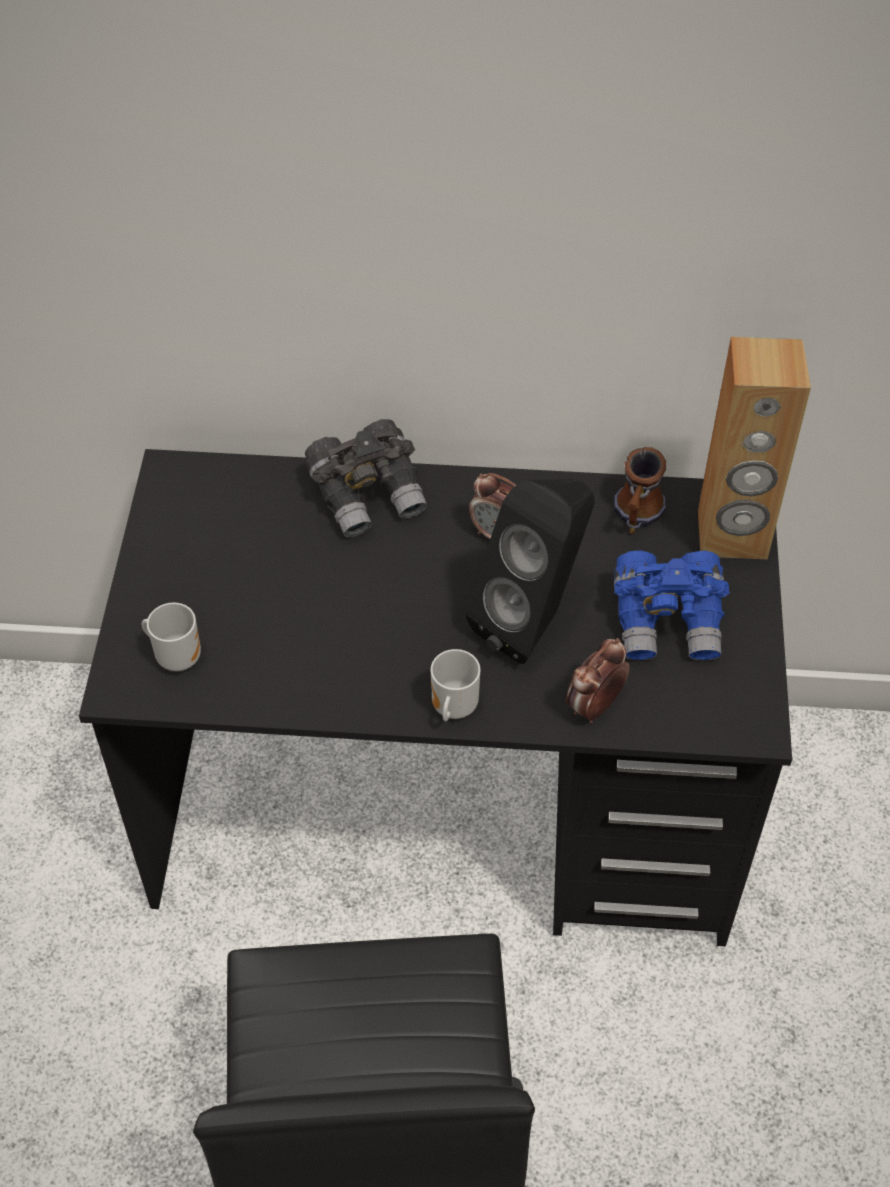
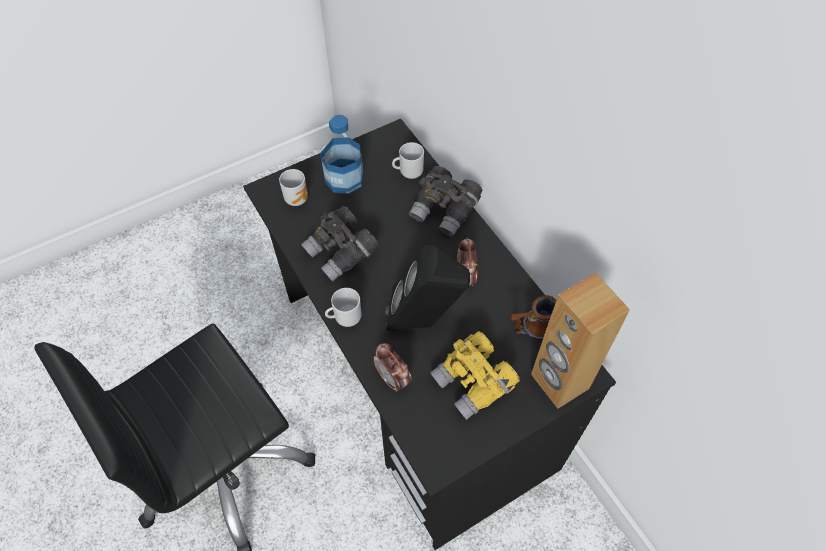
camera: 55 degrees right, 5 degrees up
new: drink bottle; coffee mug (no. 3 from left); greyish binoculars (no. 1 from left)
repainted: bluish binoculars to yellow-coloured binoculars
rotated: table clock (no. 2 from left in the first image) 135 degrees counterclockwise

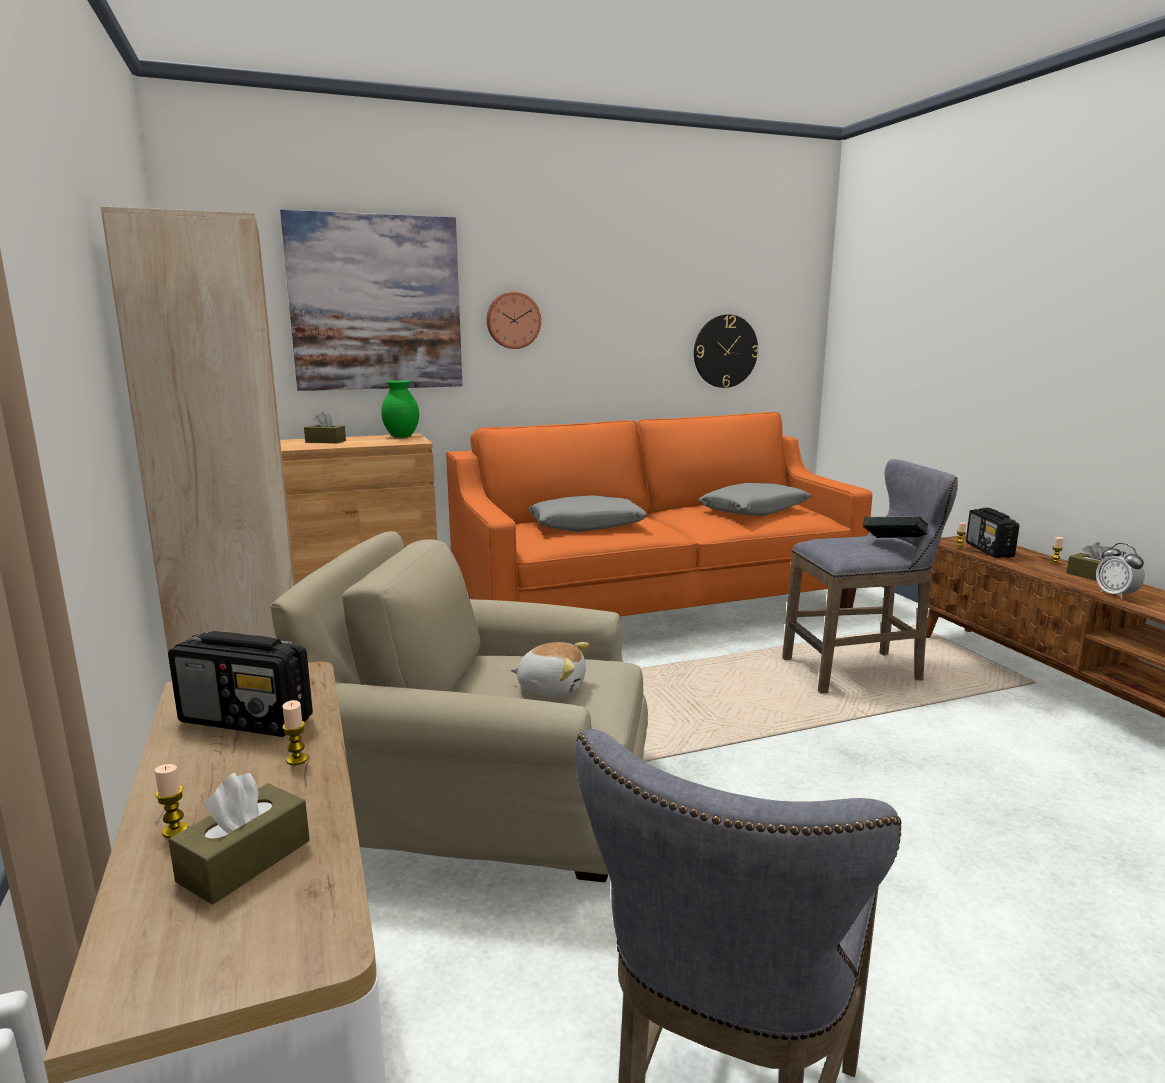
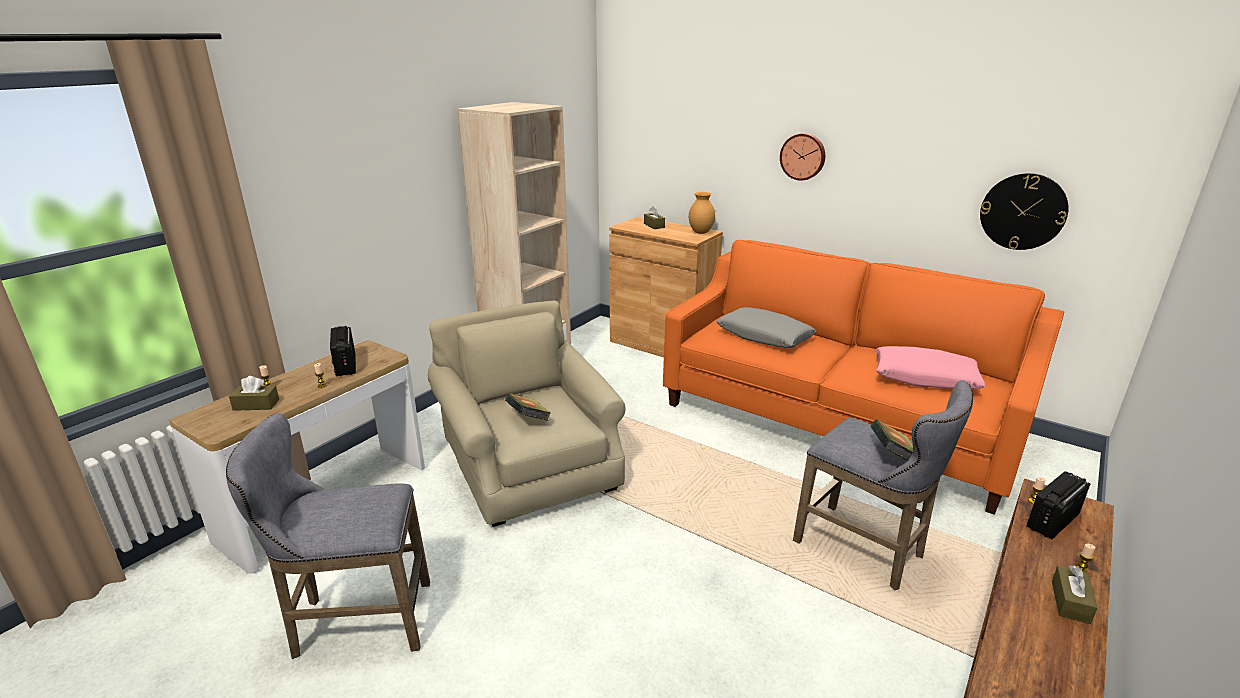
camera: 55 degrees right, 10 degrees up
gone: wall picture; table clock
swapped: cuddly toy to bound book (no. 1 from left)
repainted: green-coloured flower vase to brown-coloured flower vase; greyish throw pillow (no. 2 from left) to pink throw pillow

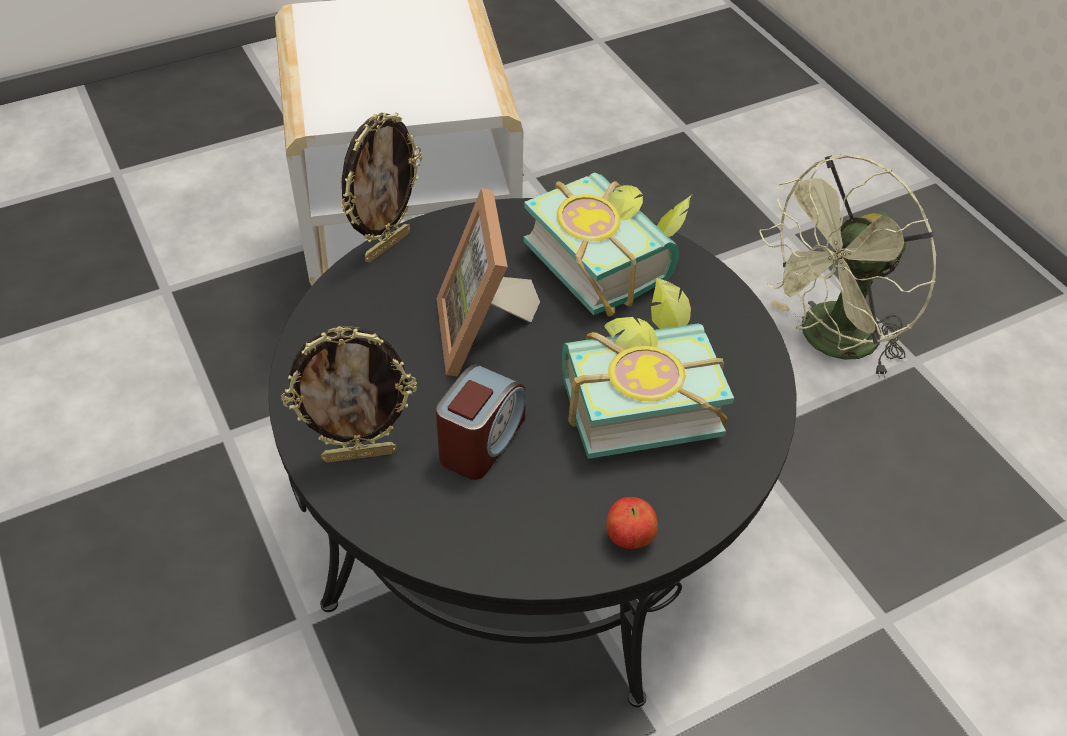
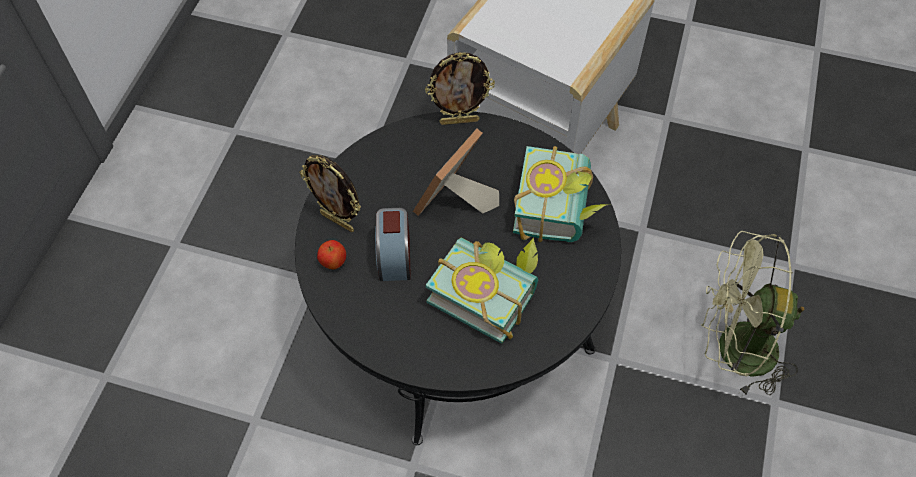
camera: 45 degrees right, 10 degrees up
shifted: apple
rotated: table clock 105 degrees clockwise

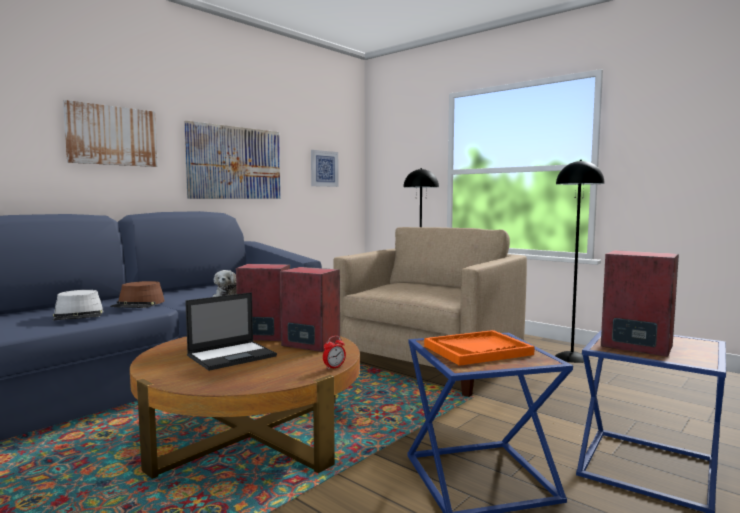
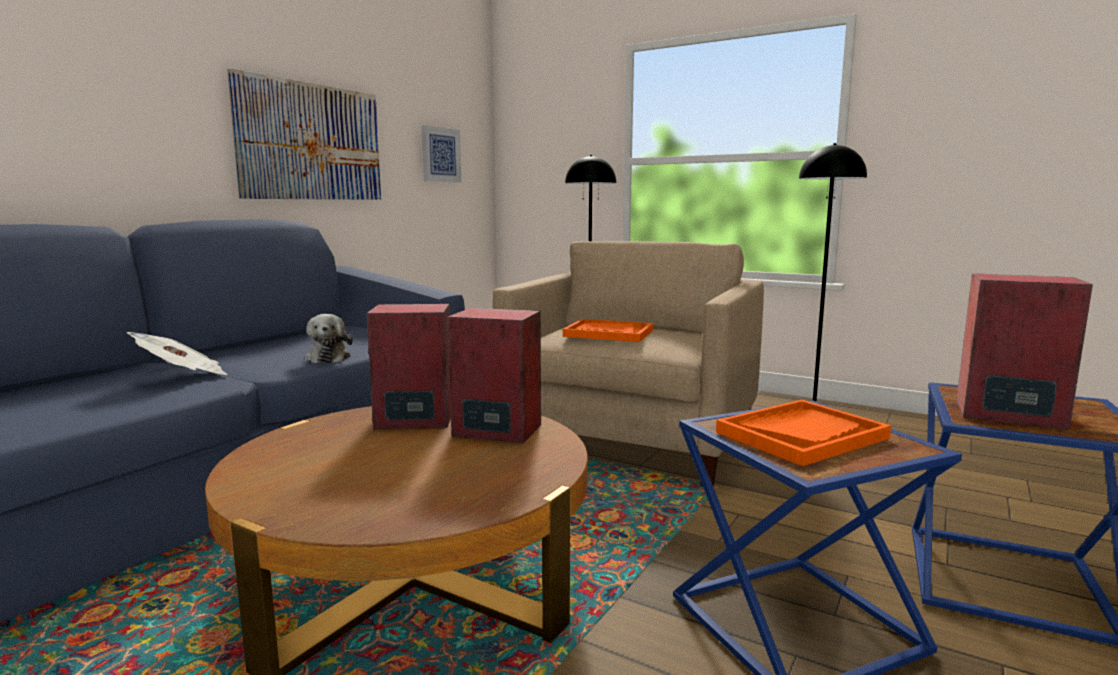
camera: 10 degrees left, 5 degrees up
gone: wall picture (no. 1 from left); greyish clothing hat; laptop; table clock
new: orangey tray (no. 1 from left)
swapped: brown-coloured clothing hat to printed paper

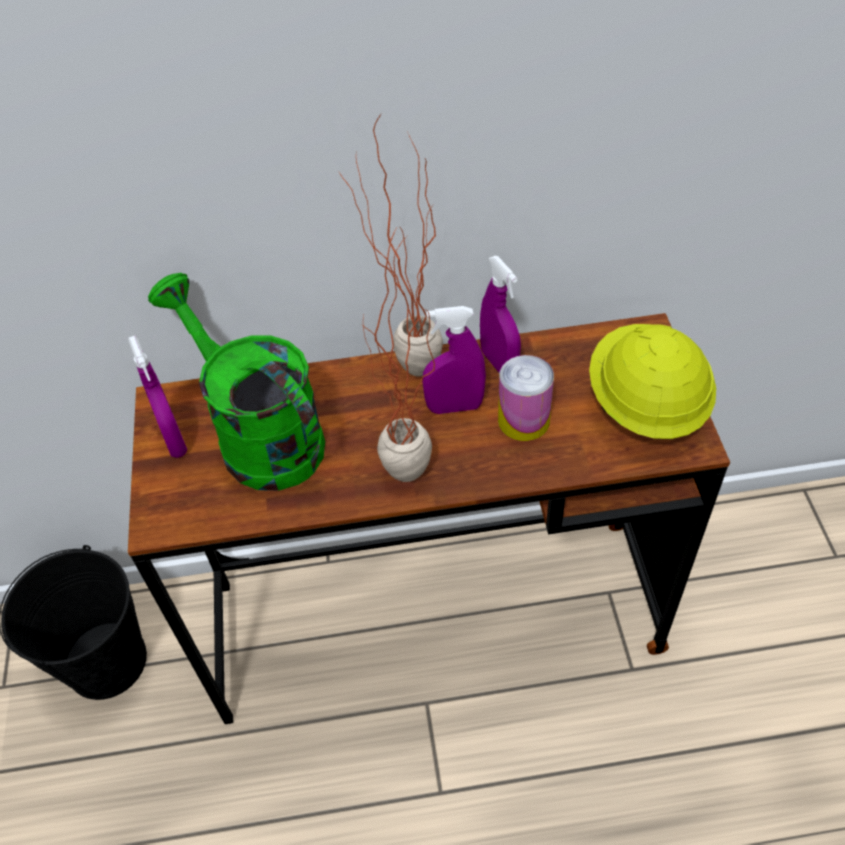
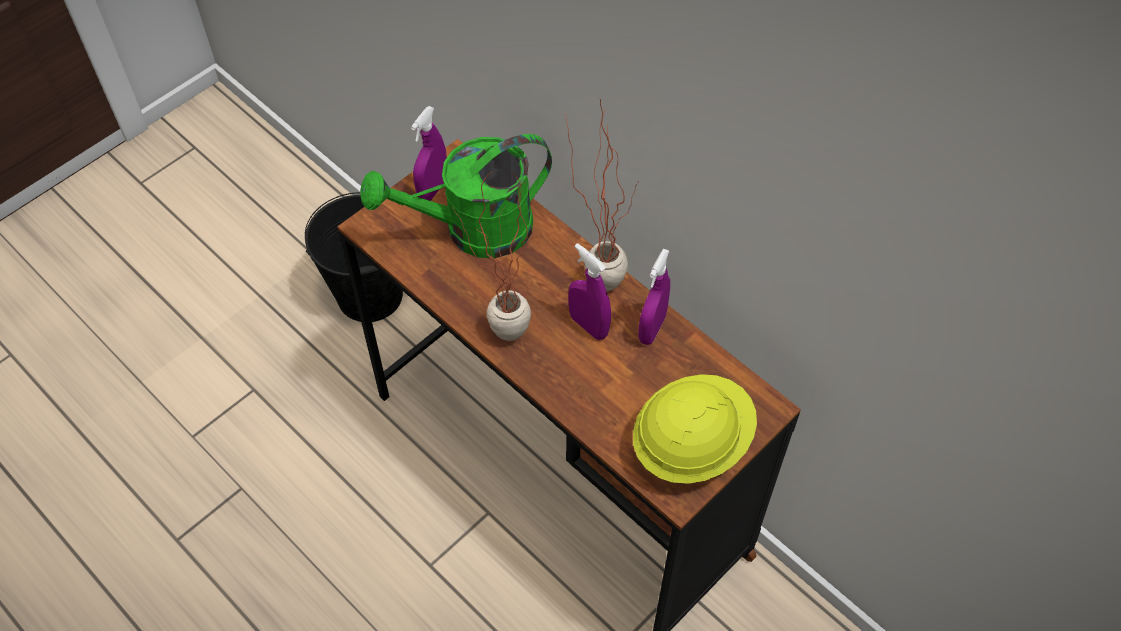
camera: 50 degrees right, 5 degrees up
gone: sealed can
rotated: green-coloured watering pot 120 degrees counterclockwise

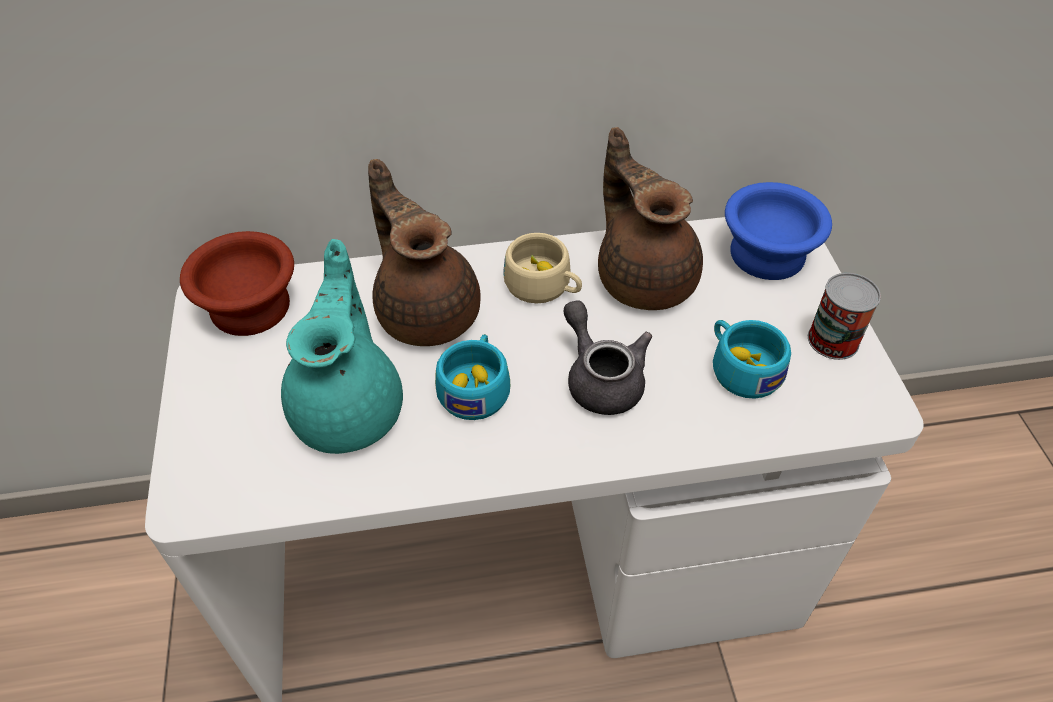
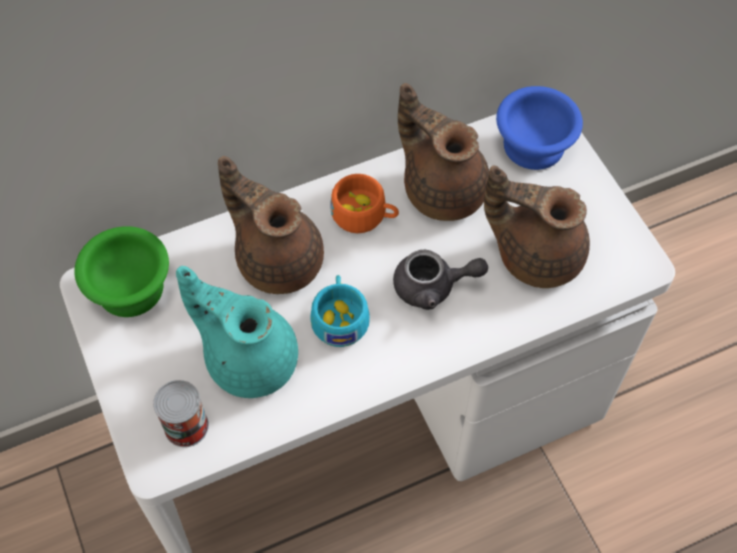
camera: 15 degrees left, 10 degrees up
shifted: sealed can
swapped: turquoise-coloured drinking cup (no. 2 from left) to brown-coloured tea pot (no. 3 from left)
repainted: brown-coloured deep dish to green-coloured deep dish; beige drinking cup to orangey drinking cup
rotated: turquoise-coloured tea pot 45 degrees counterclockwise; greyish tea pot 135 degrees clockwise

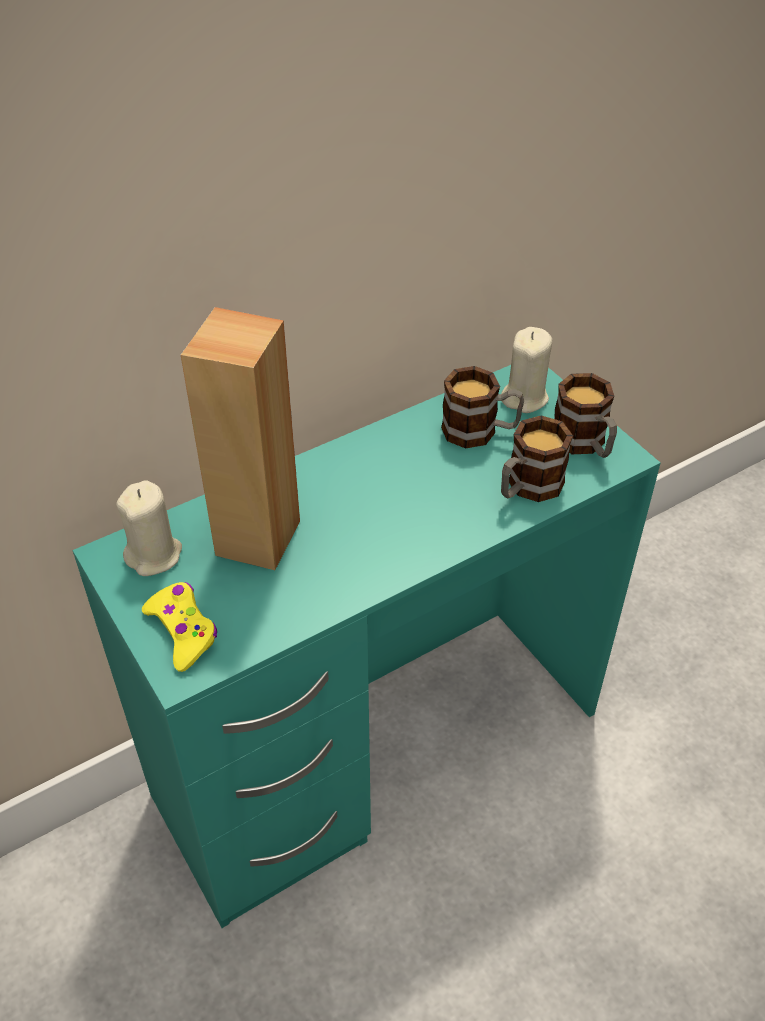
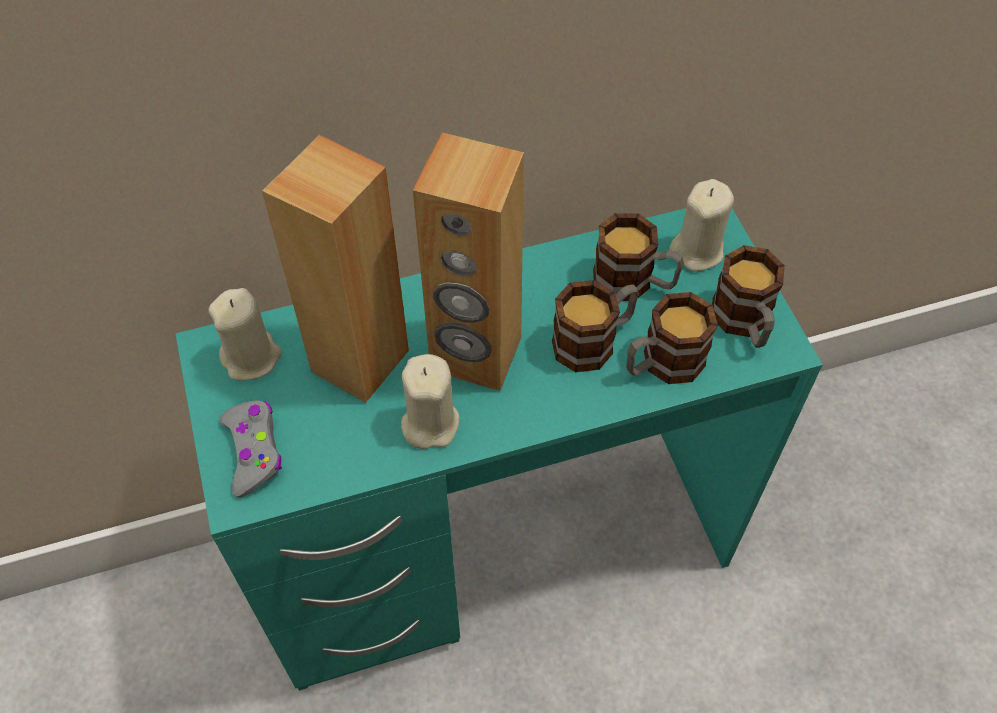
camera: 15 degrees right, 10 degrees up
new: brown-coloured speaker (no. 2 from left); coffee mug (no. 1 from left); beige wax candle (no. 2 from left)
repainted: yellow-coloured game controller to greyish game controller

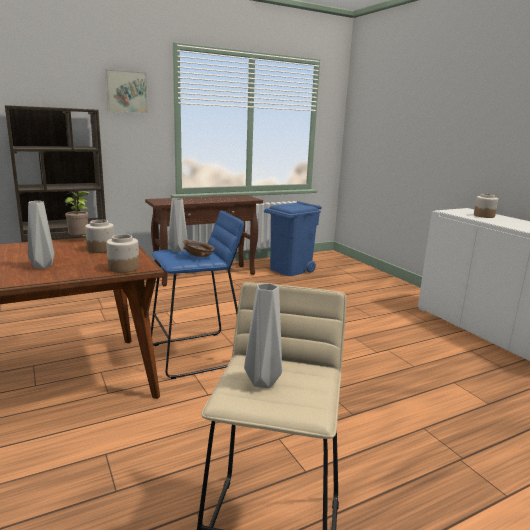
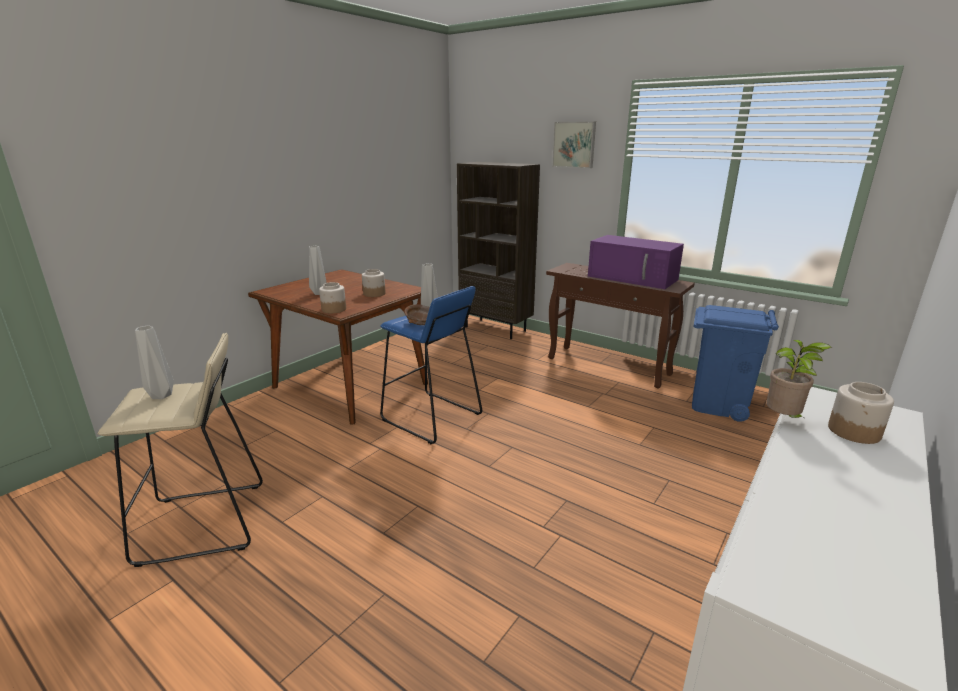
camera: 65 degrees right, 5 degrees up
new: purple kitchen microwave
shifted: plant in a pot

